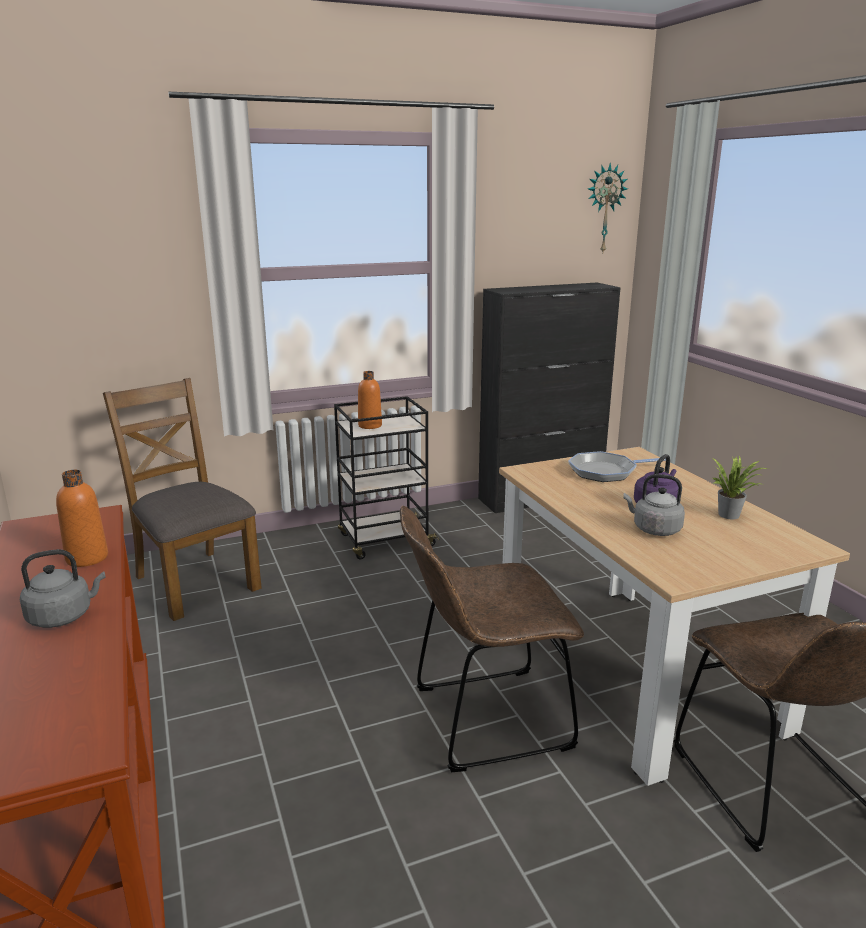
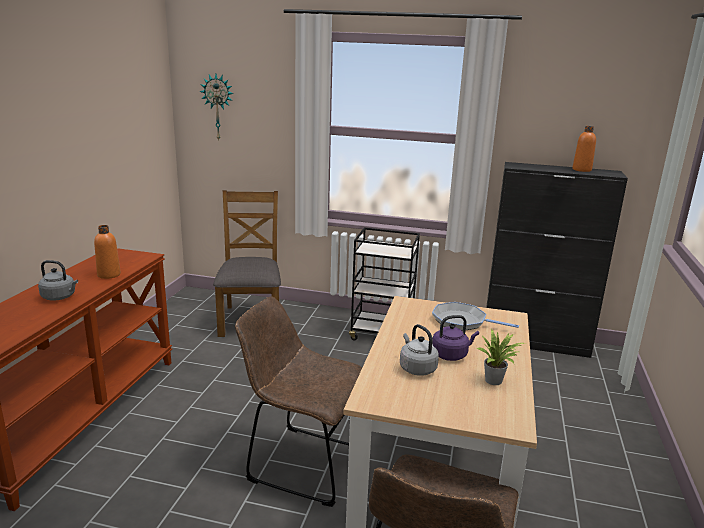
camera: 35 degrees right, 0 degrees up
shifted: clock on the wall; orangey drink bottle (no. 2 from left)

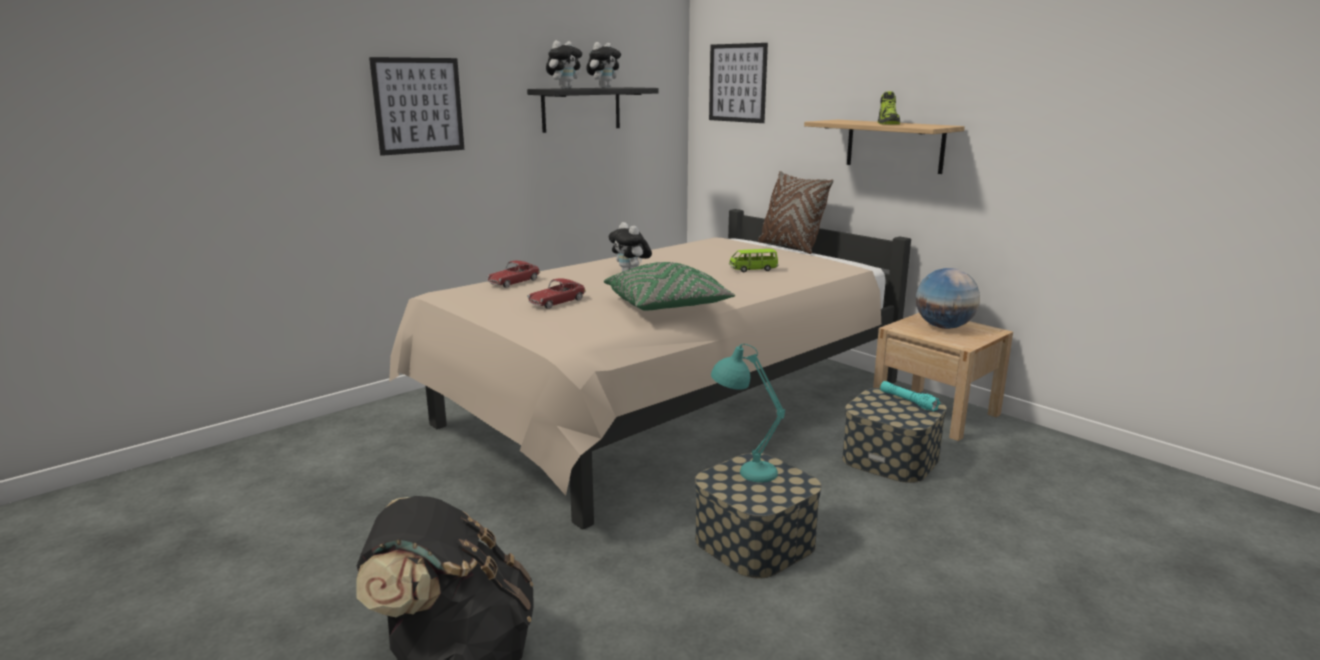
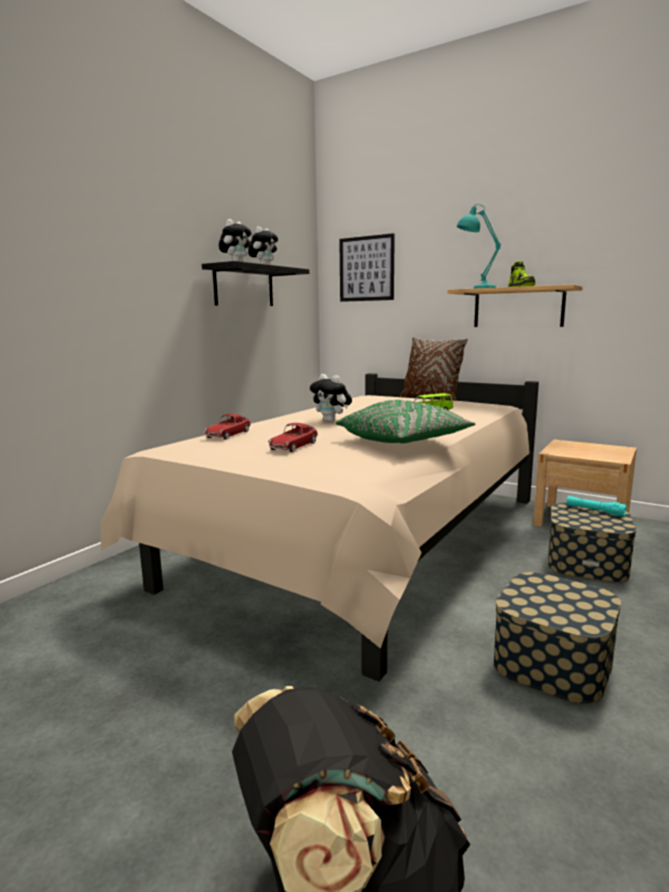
camera: 15 degrees left, 5 degrees down
gone: wall picture (no. 1 from left); globe
shifted: turquoise-coloured tabletop lamp

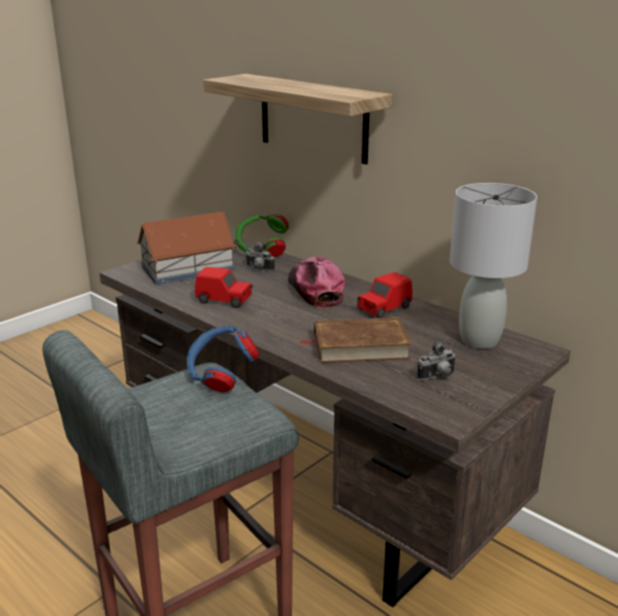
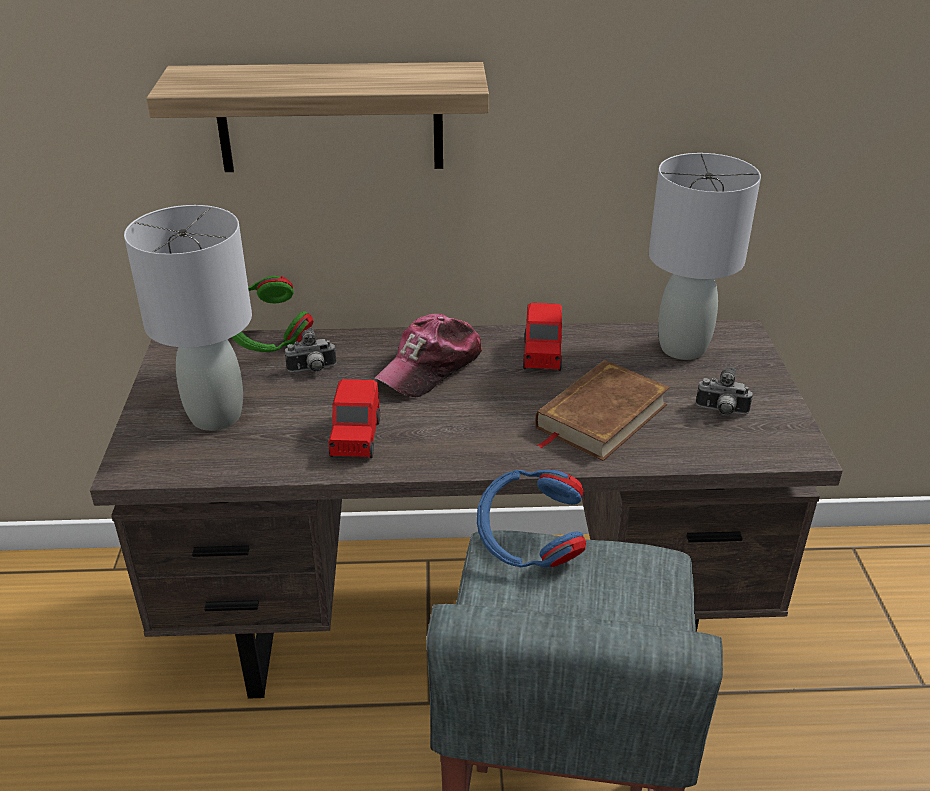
camera: 45 degrees left, 10 degrees up
swapped: model house to greyish tabletop lamp (no. 1 from left)
rotated: baseball cap 75 degrees counterclockwise; reddish miniature car (no. 1 from left) 120 degrees clockwise; photo camera (no. 2 from left) 90 degrees clockwise

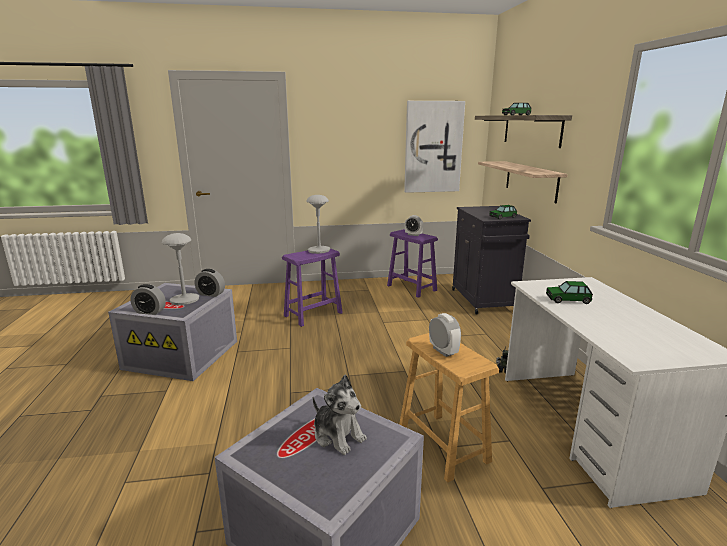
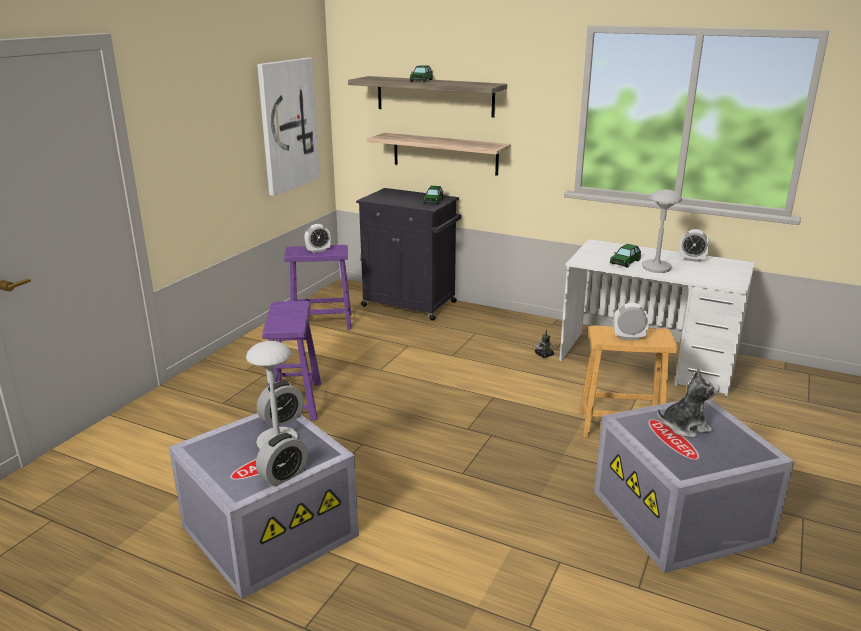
camera: 55 degrees left, 5 degrees up
new: table clock (no. 5 from left)
shifted: greyish tabletop lamp (no. 2 from left)

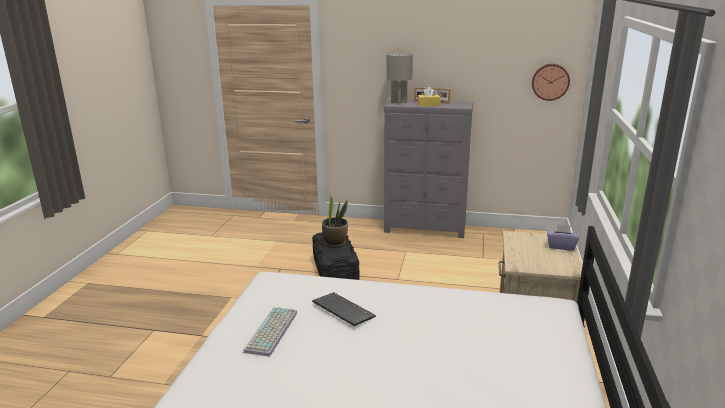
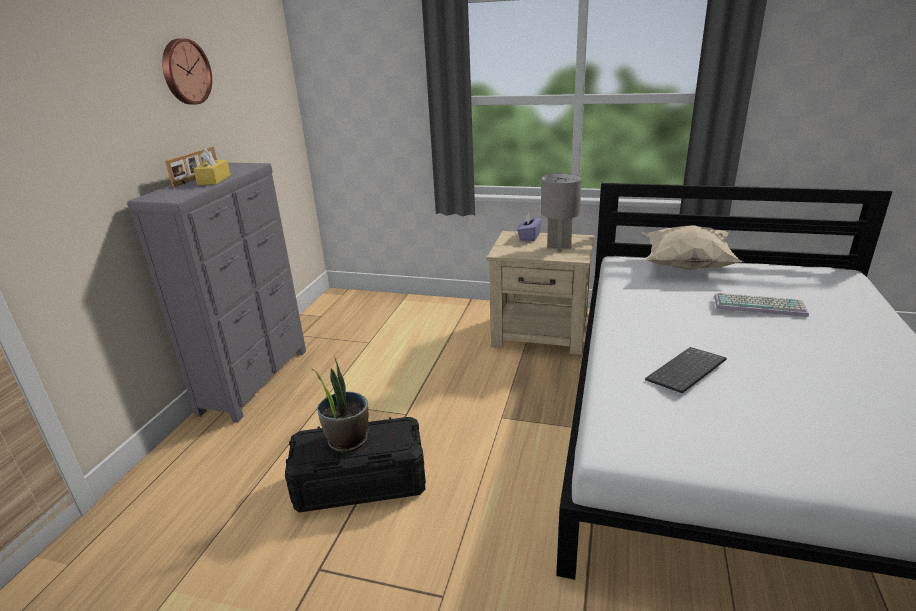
camera: 85 degrees left, 5 degrees up
new: beige throw pillow
shifted: greyish tabletop lamp; clock on the wall; computer keyboard (no. 1 from left in the first image) to computer keyboard (no. 2 from left)

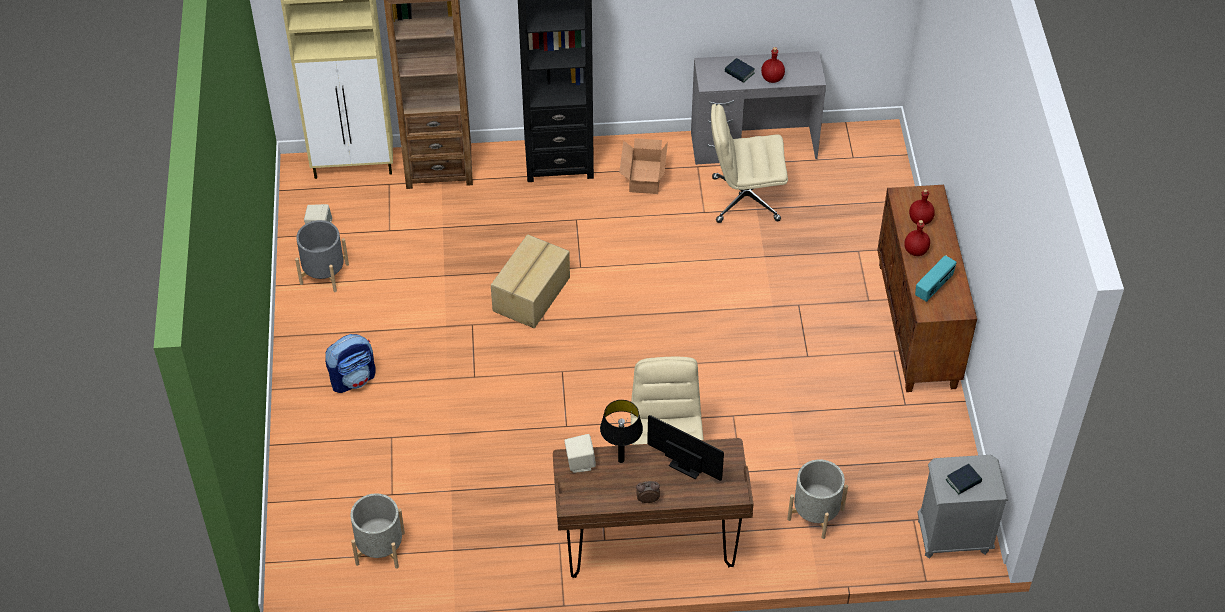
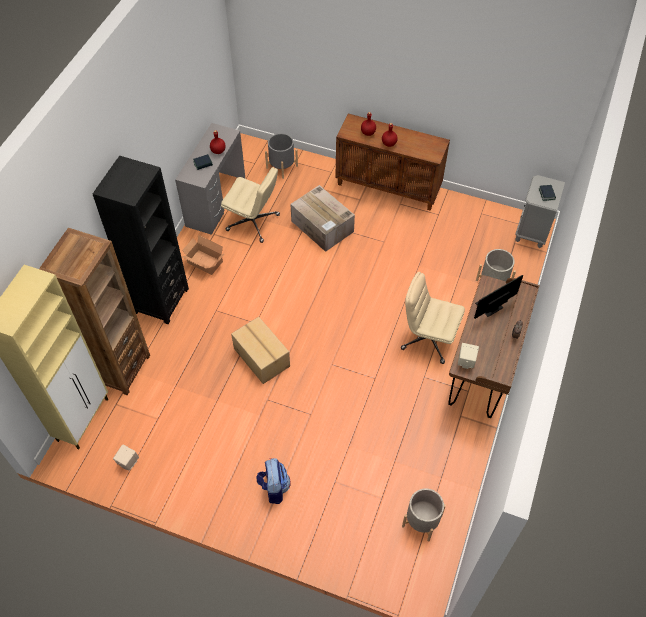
camera: 65 degrees left, 5 degrees up
gone: radio receiver; blackish tabletop lamp
new: packing box (no. 3 from left)
shifted: greyish plant pot (no. 1 from left)
rotated: beige desk chair (no. 2 from left in the first image) 90 degrees counterclockwise

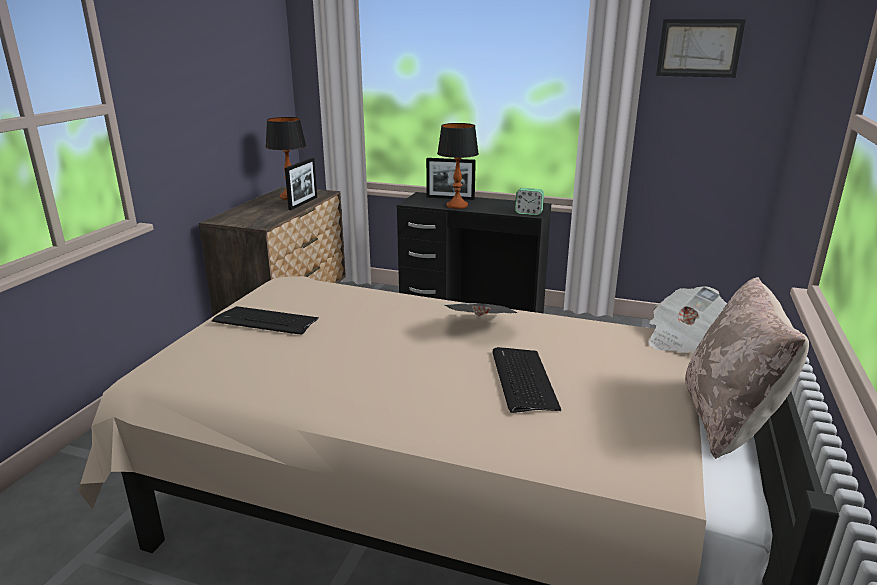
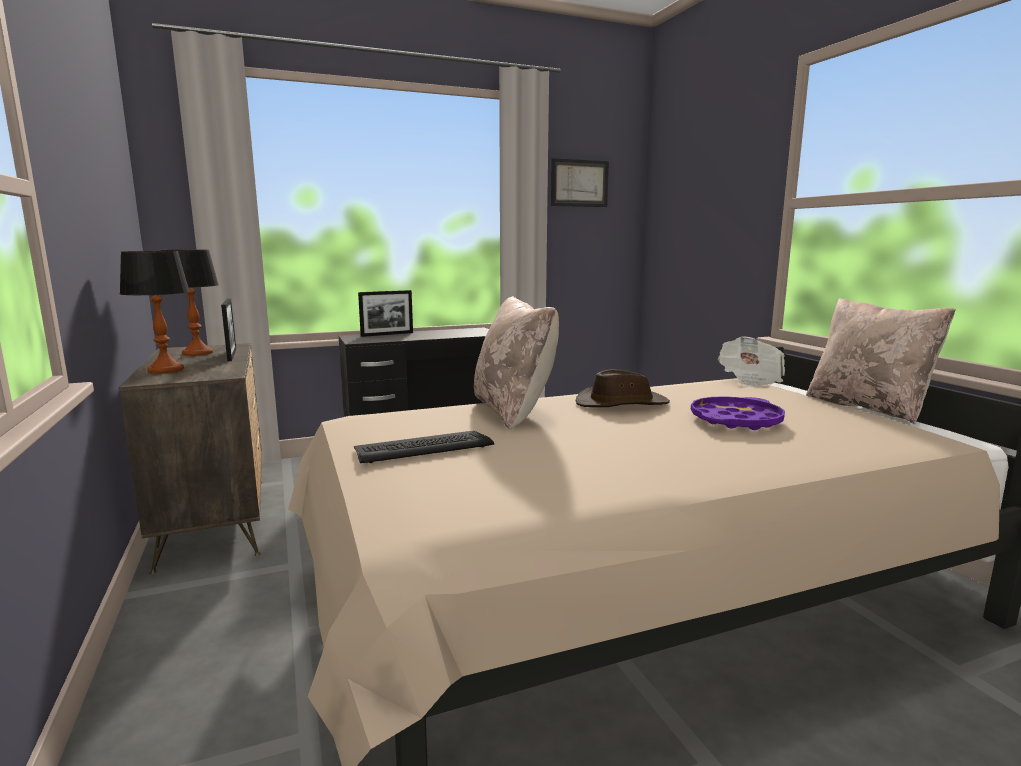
camera: 40 degrees left, 10 degrees down
gone: table clock
new: beige throw pillow (no. 1 from left)
shifted: tabletop lamp (no. 2 from left in the first image) to tabletop lamp (no. 1 from left)
swapped: printed paper (no. 1 from left) to brown-coloured clothing hat; computer keyboard (no. 2 from left) to purple tray

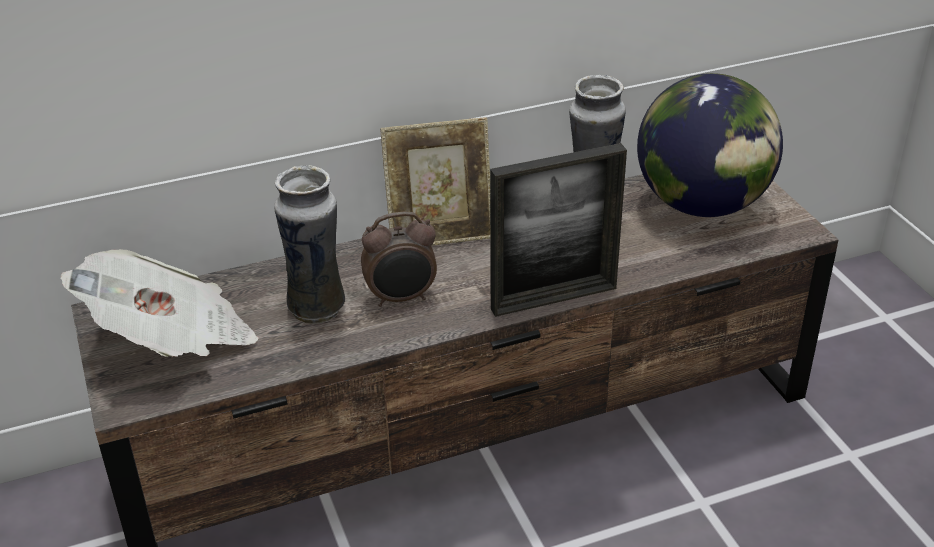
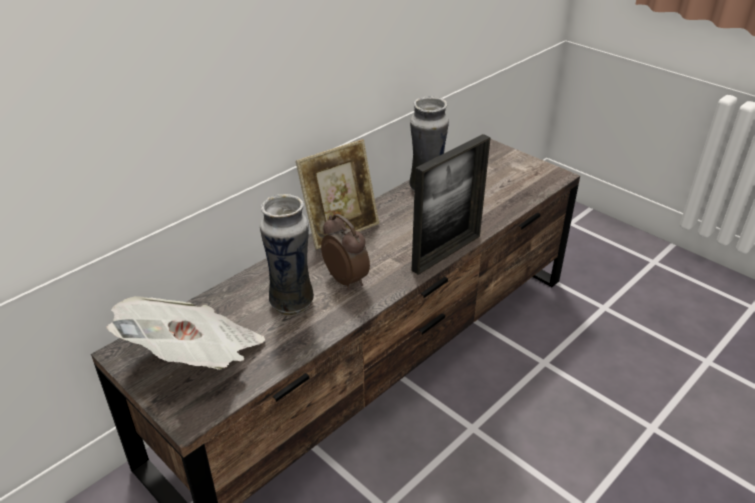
camera: 25 degrees left, 0 degrees up
gone: globe
rotated: table clock 90 degrees counterclockwise

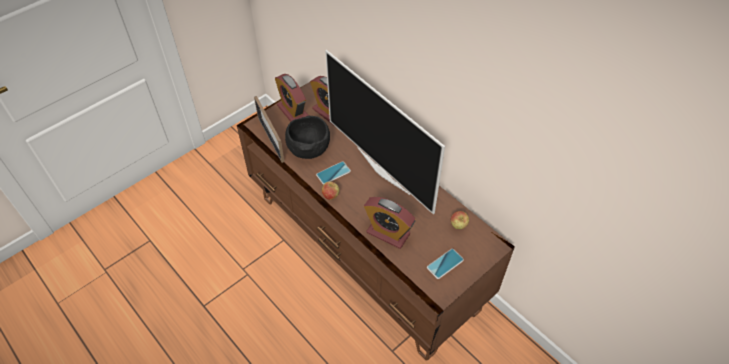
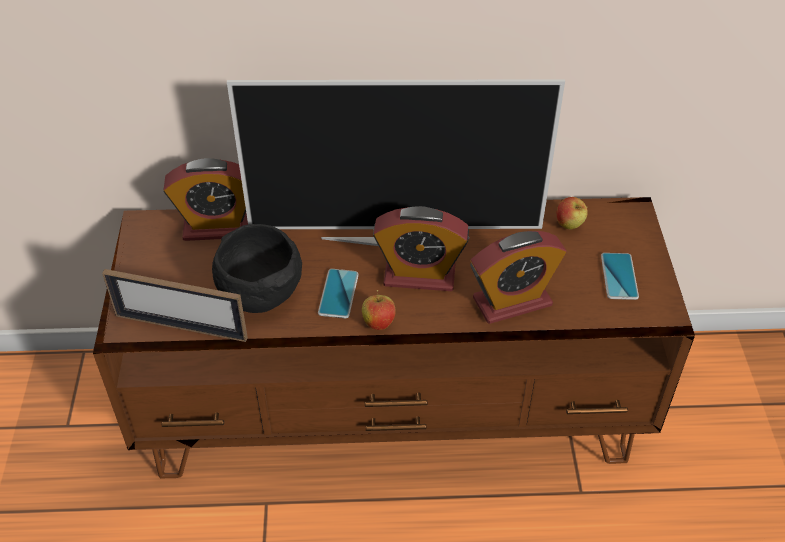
camera: 50 degrees left, 5 degrees down
shifted: table clock (no. 1 from left in the first image) to table clock (no. 2 from left)

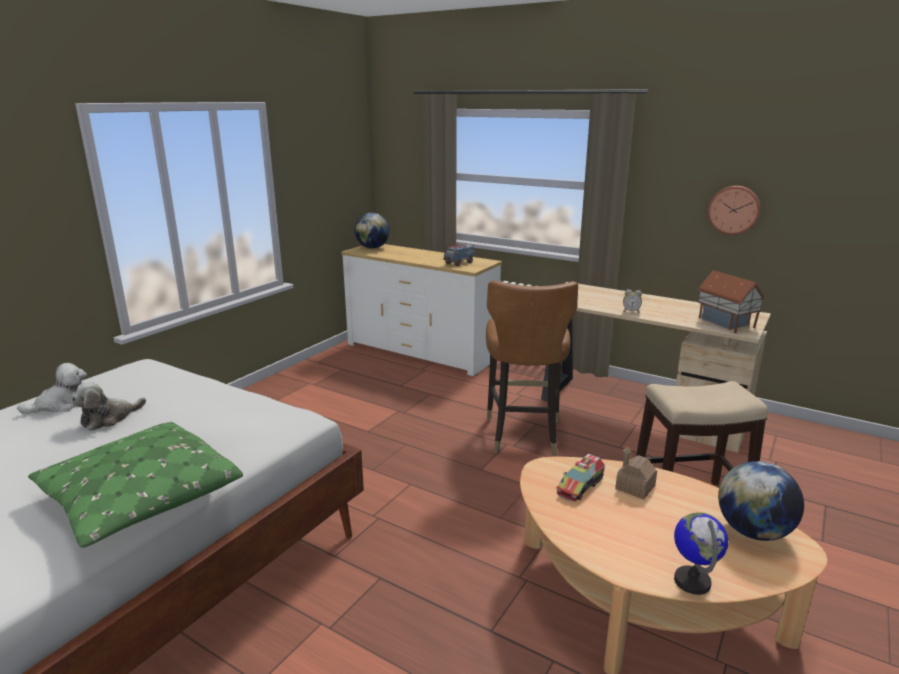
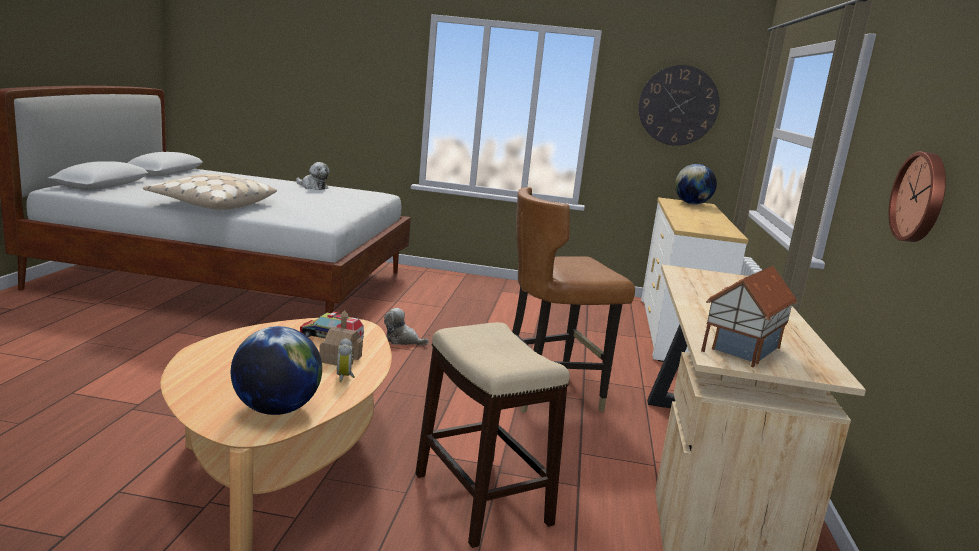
camera: 65 degrees right, 5 degrees down
gone: toy truck (no. 1 from left); globe (no. 2 from left)
new: clock on the wall (no. 1 from left)
shifted: table clock; cuddly toy (no. 2 from left)
repainted: green-coloured throw pillow to beige throw pillow

